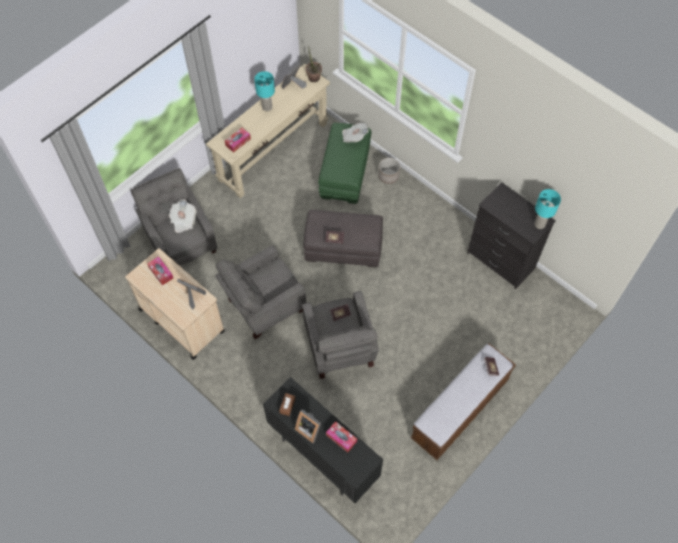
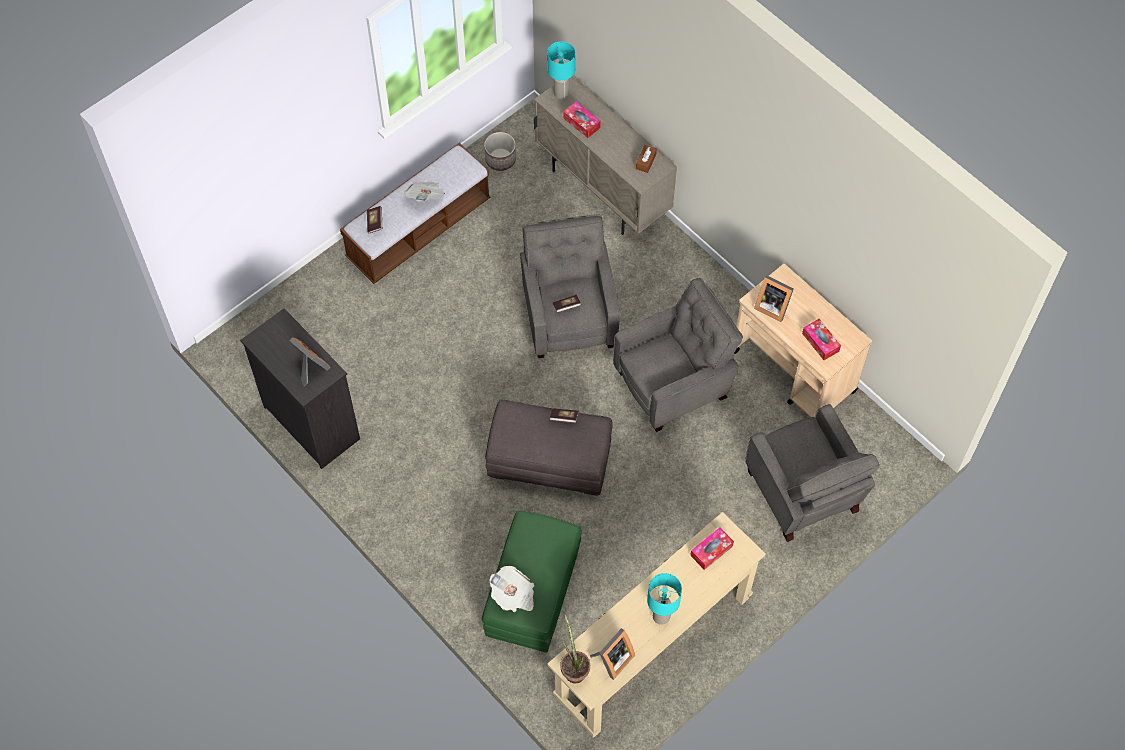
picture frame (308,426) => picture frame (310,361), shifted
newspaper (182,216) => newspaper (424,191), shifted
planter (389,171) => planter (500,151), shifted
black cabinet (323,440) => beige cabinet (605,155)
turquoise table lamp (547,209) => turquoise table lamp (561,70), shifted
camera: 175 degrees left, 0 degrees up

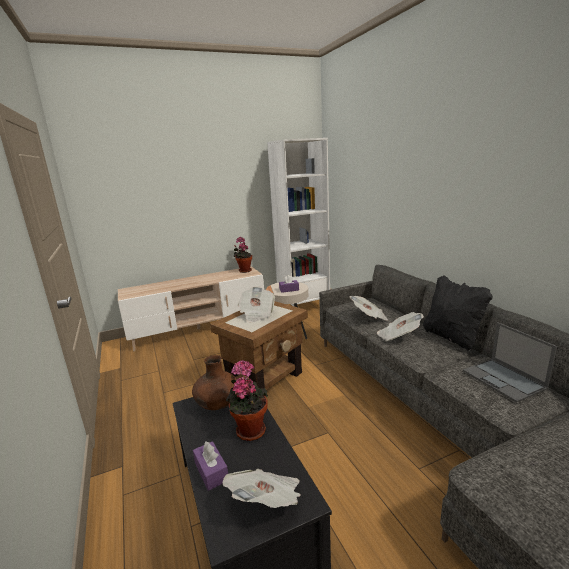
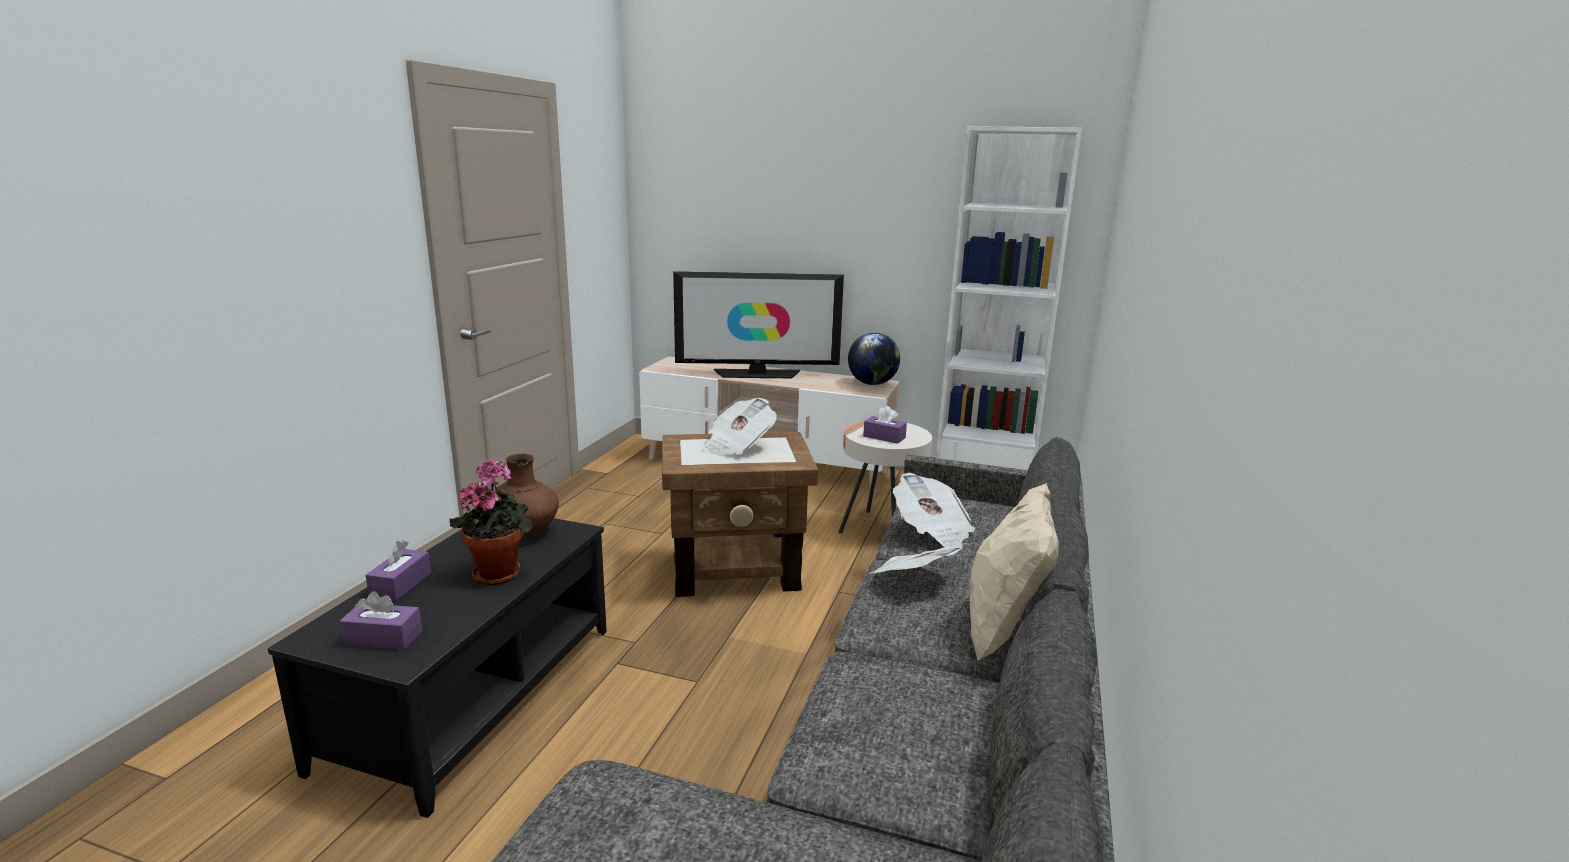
newspaper (261,488) => purple tissue box (381,620)
nothing => television (758,324)
potted plant (243,255) => globe (874,359)
black pillow (458,313) => beige pillow (1014,571)
laptop (510,362) => nothing
camera: 40 degrees right, 0 degrees up

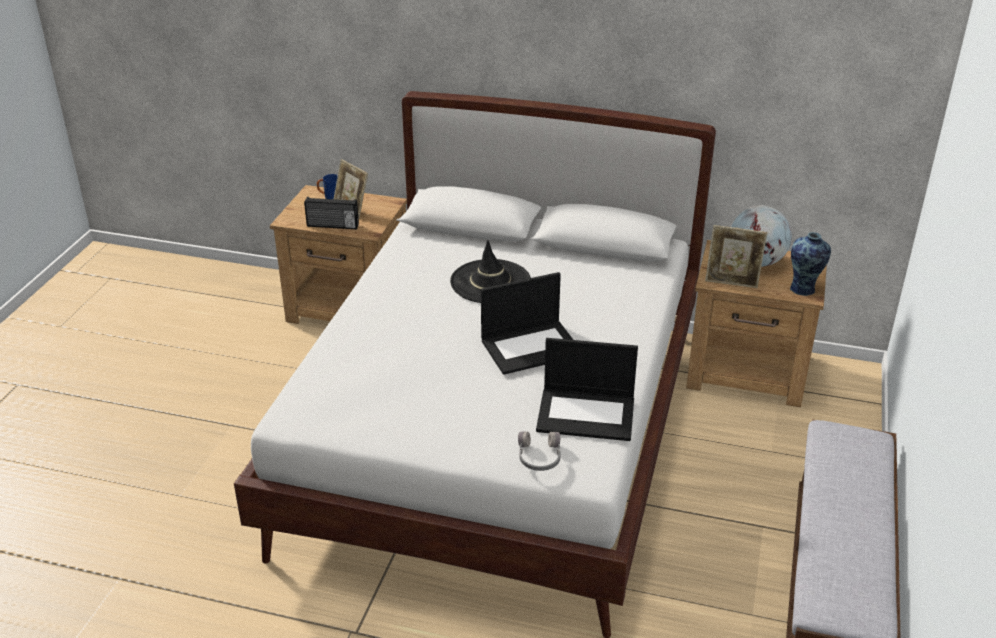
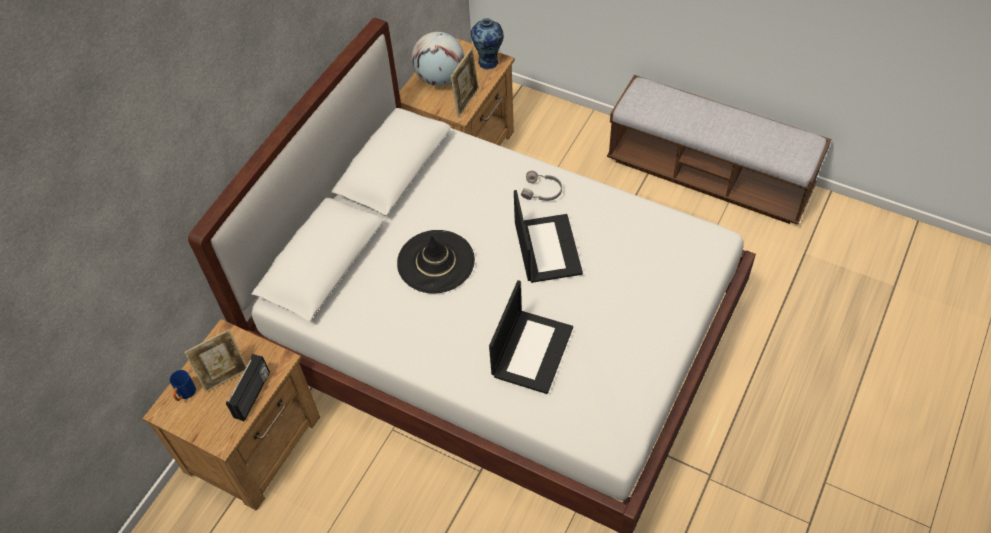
laptop (587,389) => laptop (531,337), shifted
grey headphones (539,451) => grey headphones (541,186), shifted
camera: 75 degrees left, 20 degrees up

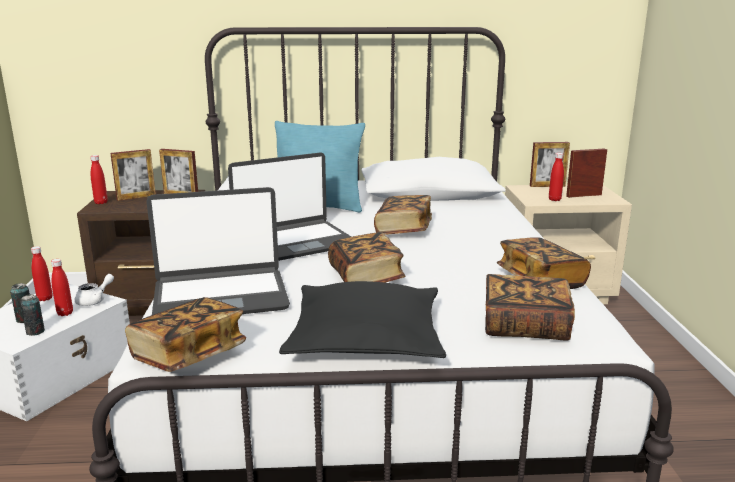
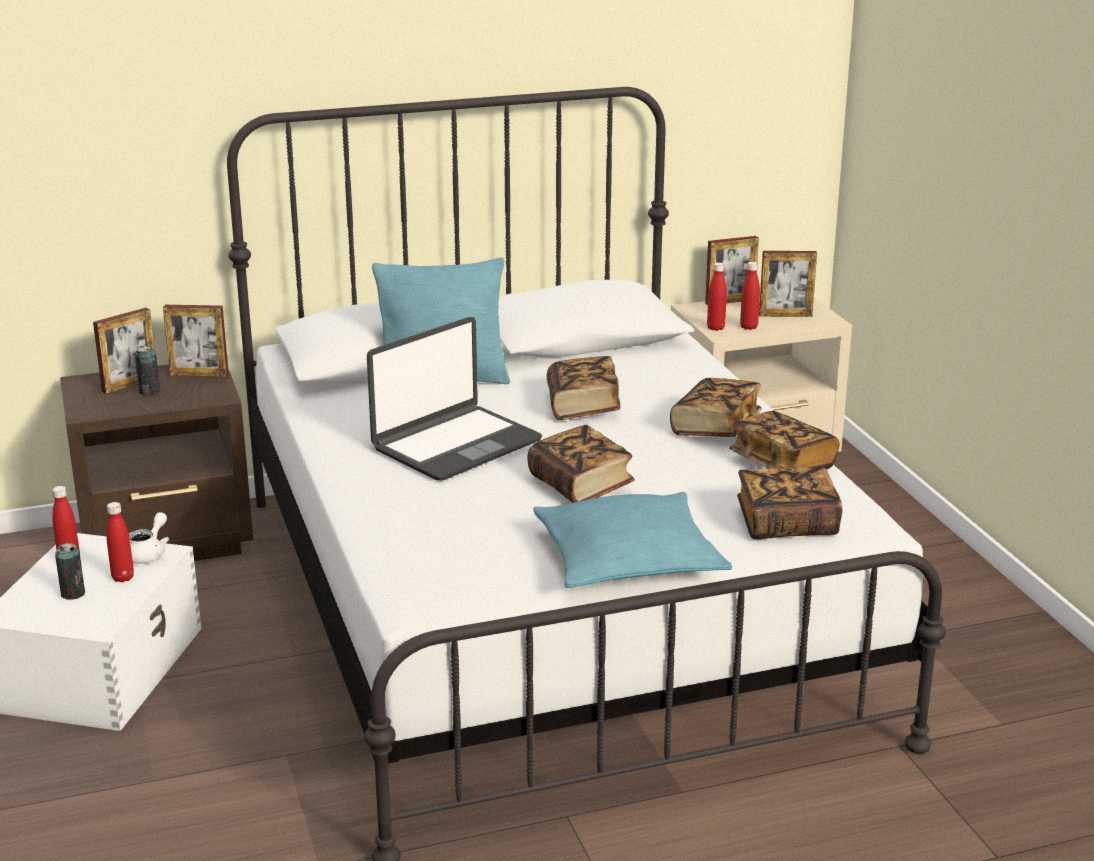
can (32,315) => can (147,371), shifted
black pillow (362,319) => turquoise pillow (632,540)
book (185,334) => book (716,407), shifted
red bottle (99,179) => red bottle (717,297), shifted
picture frame (586,173) => picture frame (788,284), 150 degrees counterclockwise
laptop (218,251) => nothing
camera: 15 degrees left, 5 degrees up

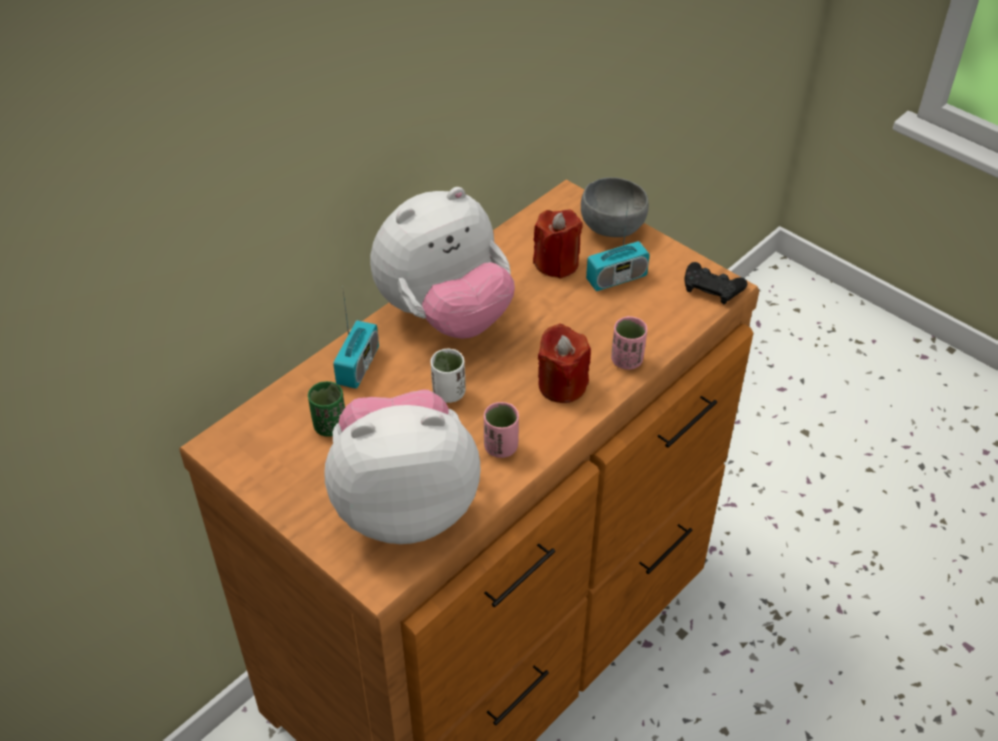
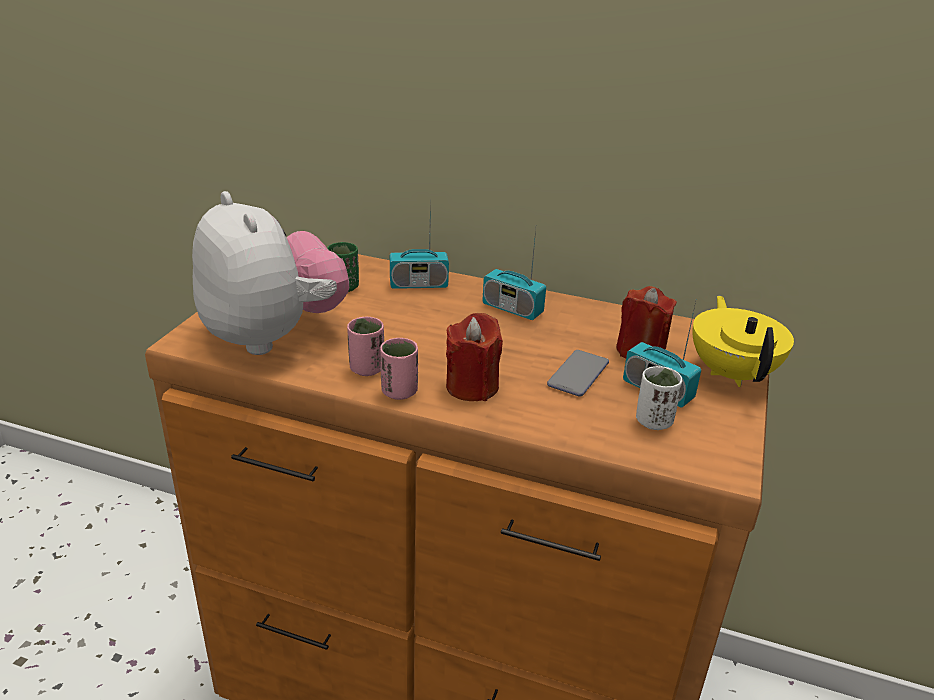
pink cup (629,343) => pink cup (399,369), shifted
plush toy (442,263) => radio (514,274)
nothing => phone (578,373)
white cup (448,376) => white cup (659,398), shifted
grey bowl (615,207) => yellow teapot (743,341)
black game controller (716,283) => nothing
camera: 65 degrees right, 15 degrees down

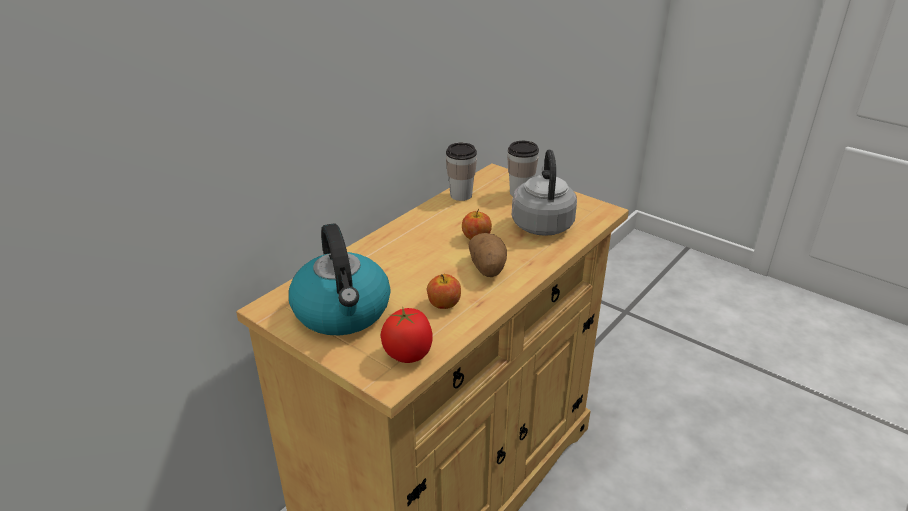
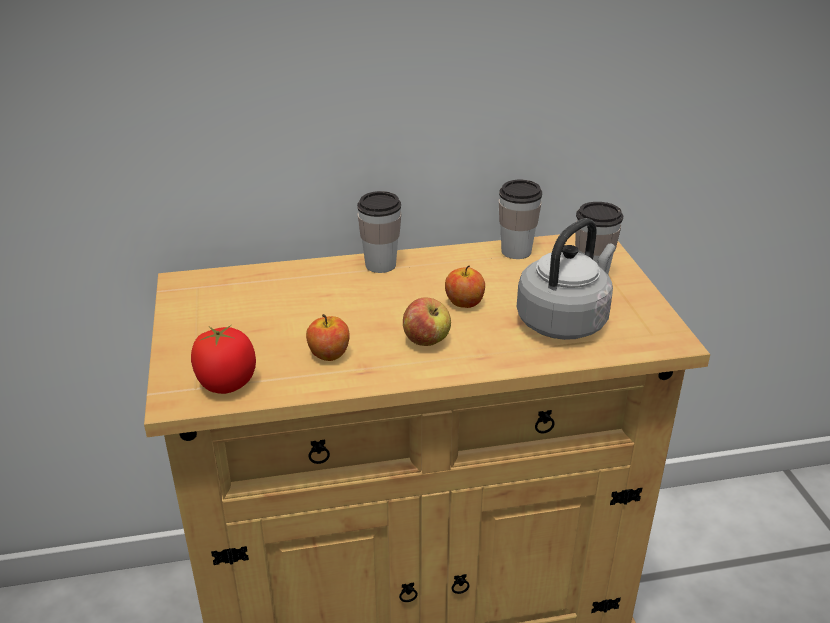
nothing => cup (379,232)
potato (488,255) => apple (427,321)
kettle (339,279) => nothing
camera: 40 degrees right, 0 degrees up

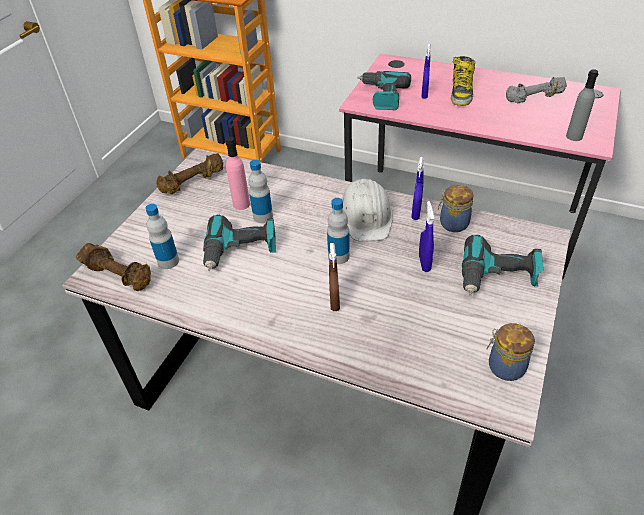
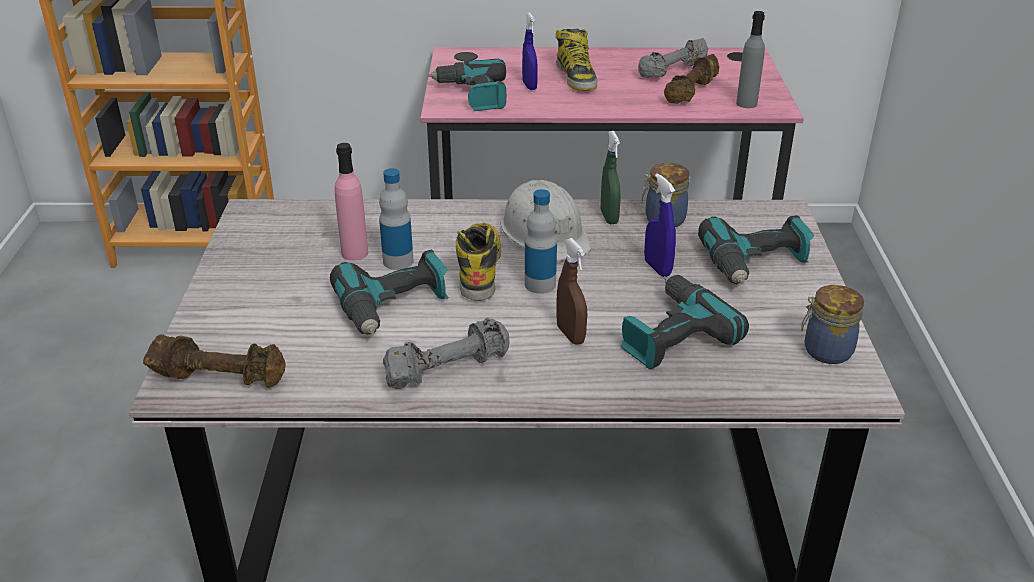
nothing => grey dumbbell (446,353)
nothing => boot (478,262)
blue spray bottle (417,188) => green spray bottle (611,177)
nothing => power drill (685,322)
brown dumbbell (189,173) => brown dumbbell (691,79), shifted
bottle (162,236) => nothing
camera: 25 degrees left, 10 degrees down

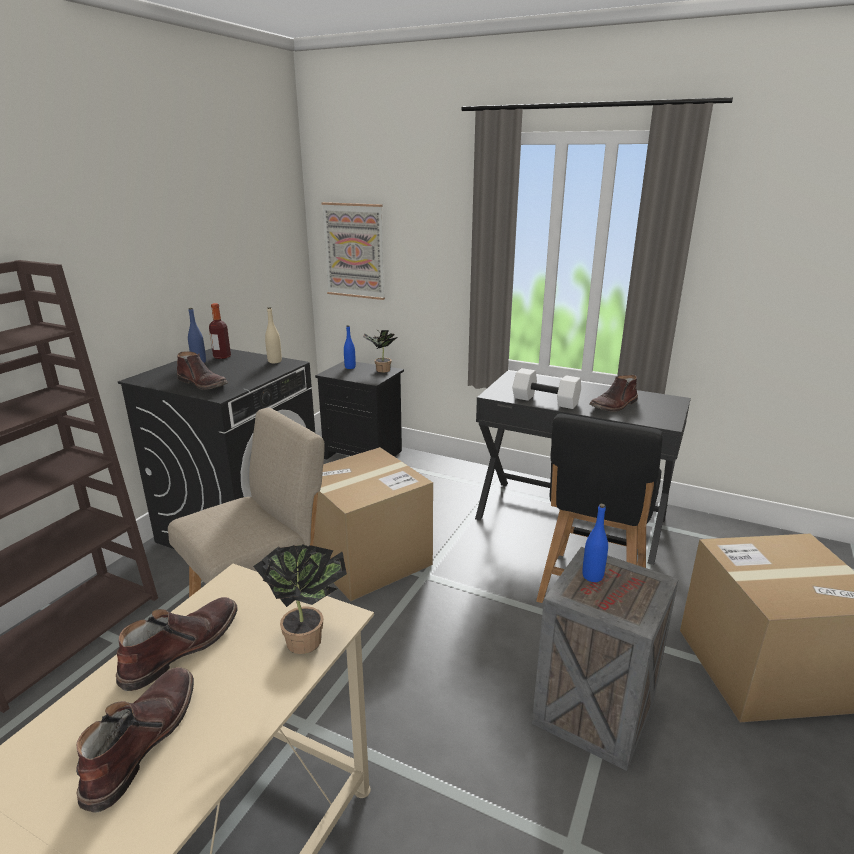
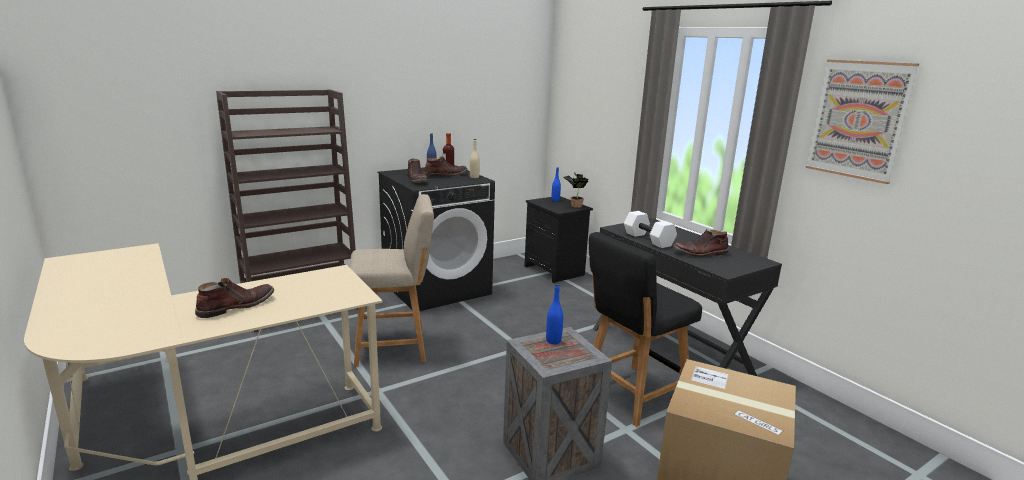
brown boot (176,644) => brown boot (446,167), shifted
picture (353,251) => picture (862,121), shifted
potted plant (300,599) => nothing
cardboard box (373,524) => nothing
camera: 30 degrees right, 5 degrees down

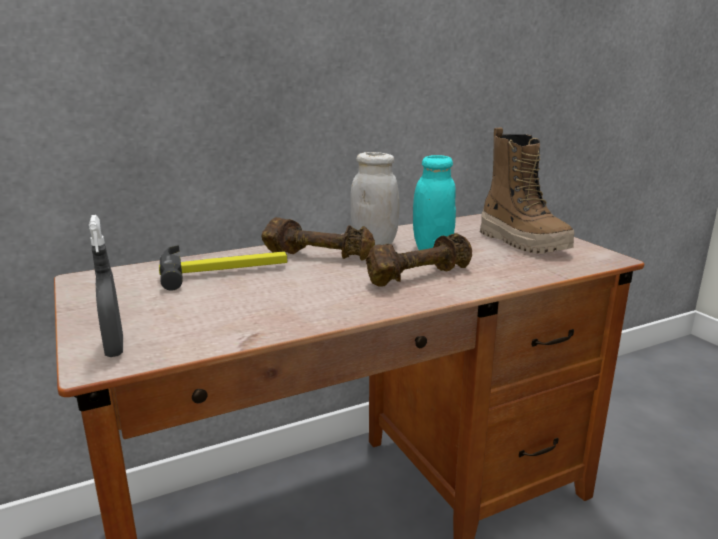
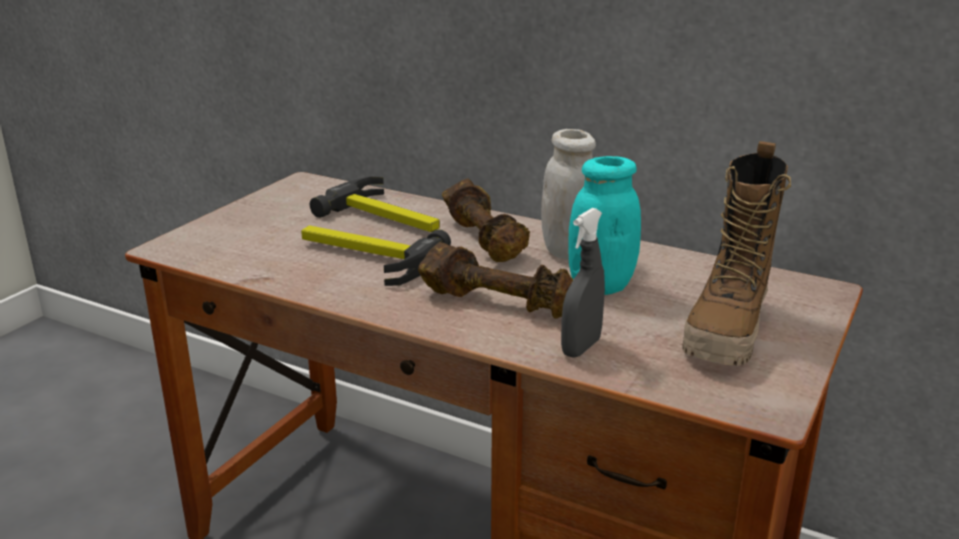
nothing => hammer (376,255)
grey spray bottle (106,286) => grey spray bottle (583,283), shifted
camera: 55 degrees right, 5 degrees up

